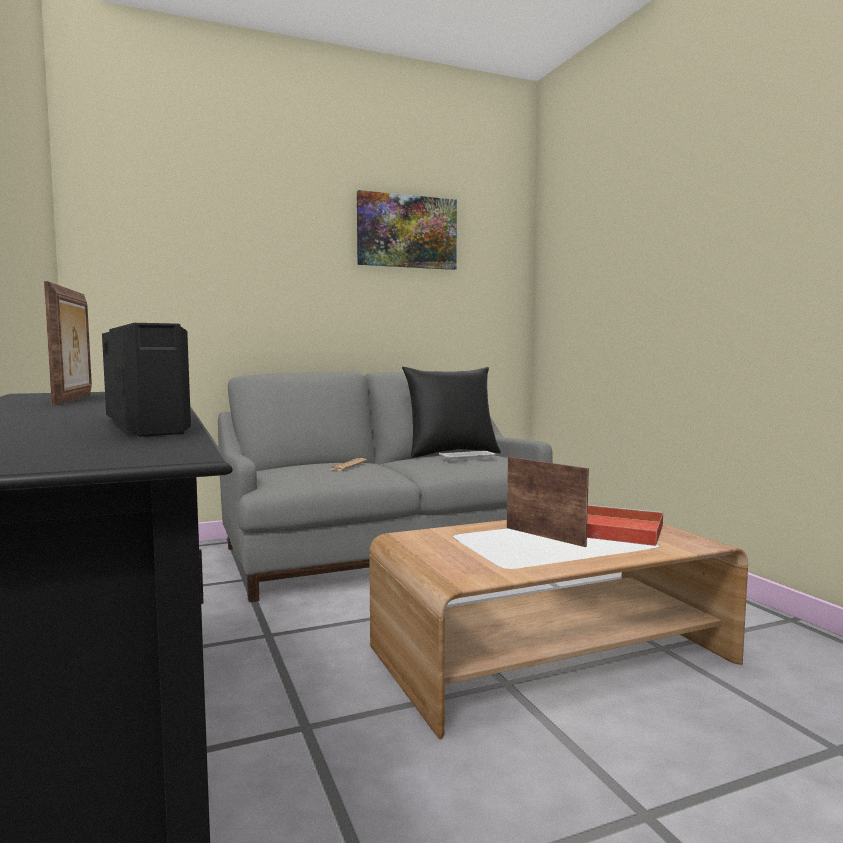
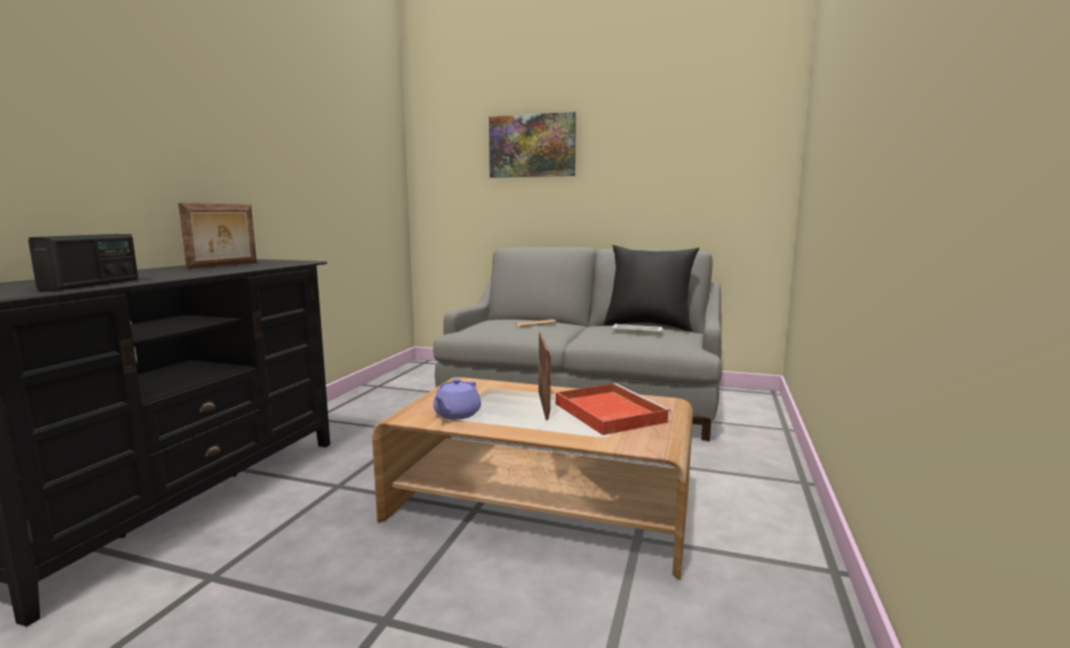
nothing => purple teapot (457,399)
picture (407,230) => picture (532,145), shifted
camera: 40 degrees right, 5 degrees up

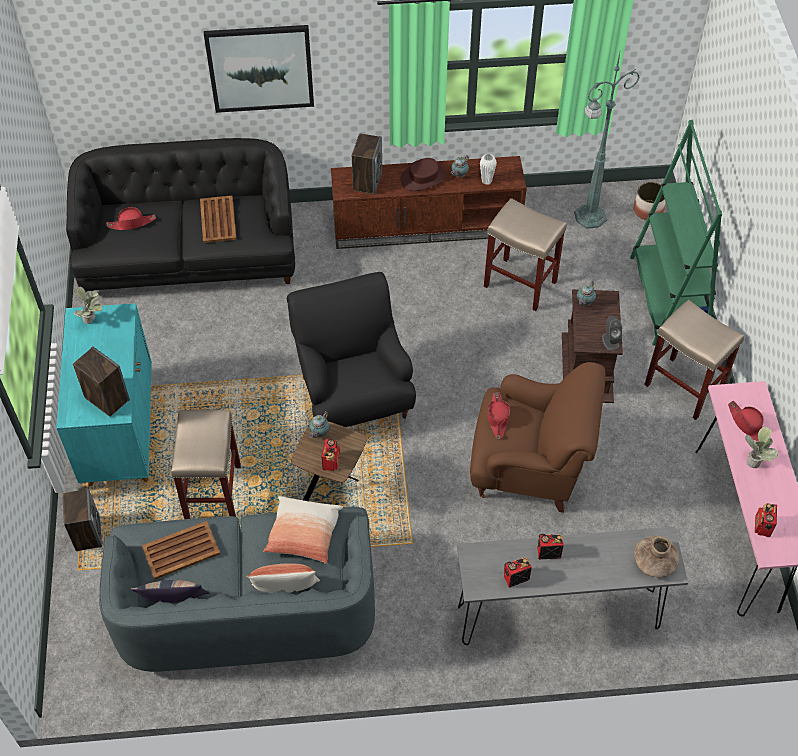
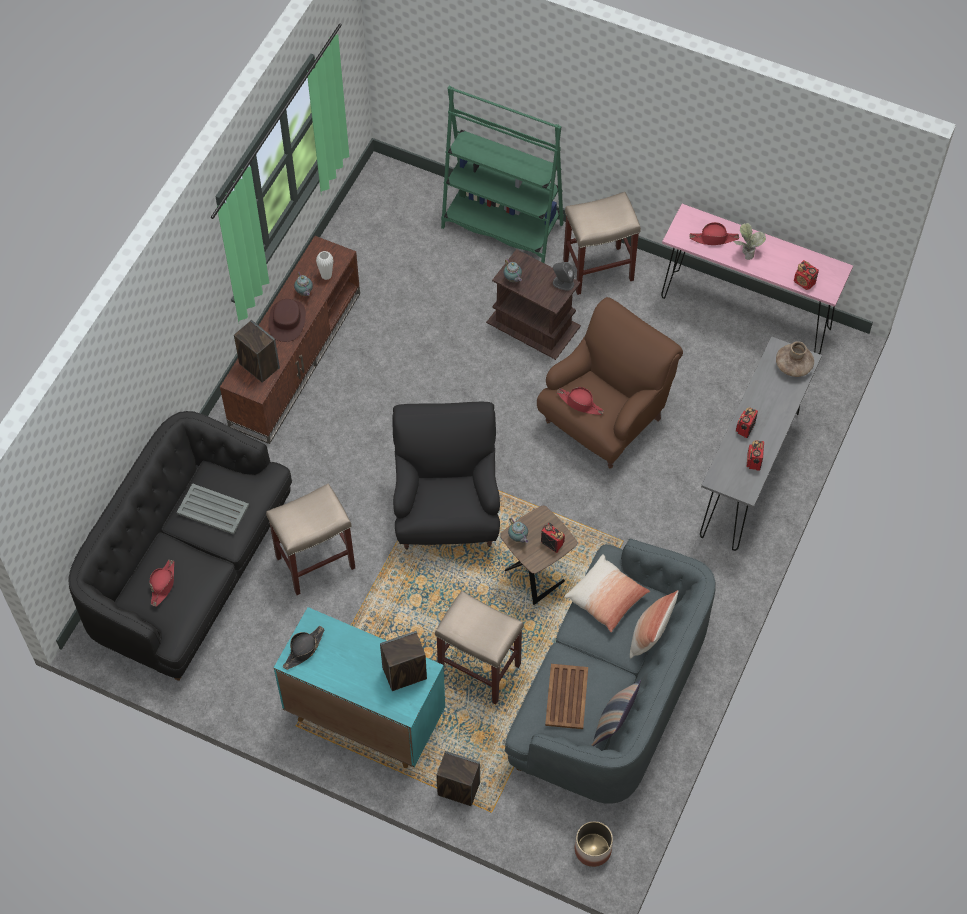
brown tray (218,219) => grey tray (213,509)
beige stool (525,254) => beige stool (310,539), shifted
potted plant (88,305) => black hat (304,648)
black armchair (351,349) => black armchair (446,476), 75 degrees clockwise
planter (650,201) => planter (594,844), shifted
picture (259,69) => nothing
green floor lamp (607,141) => nothing
camera: 60 degrees left, 5 degrees up

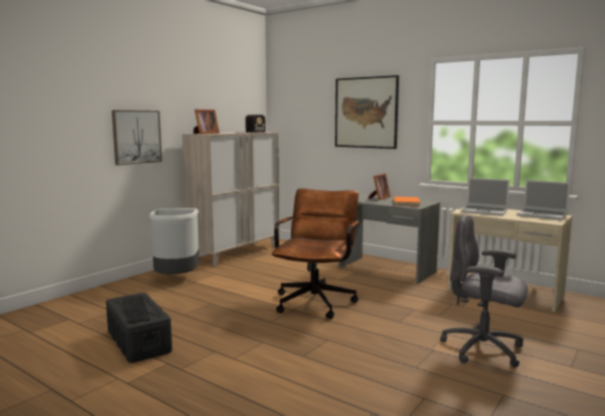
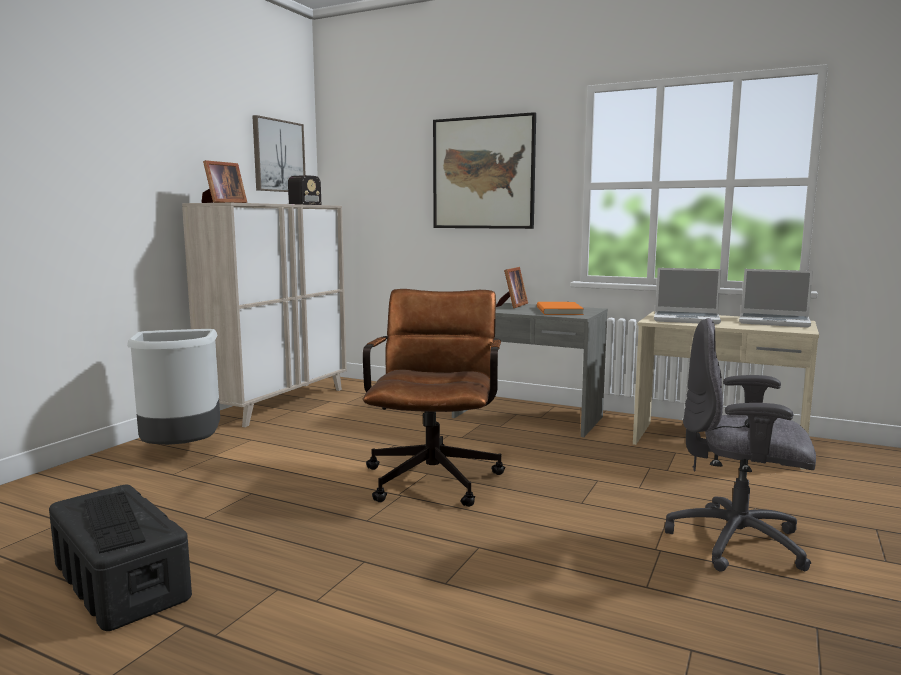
picture (137,137) => picture (279,153), shifted
camera: 10 degrees left, 0 degrees up

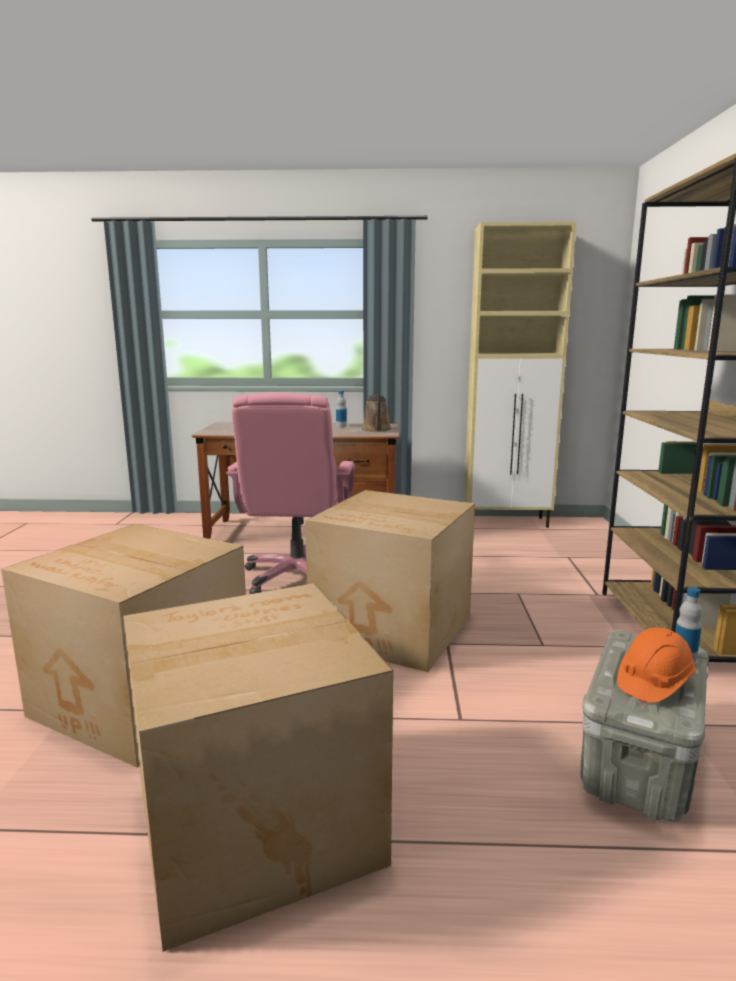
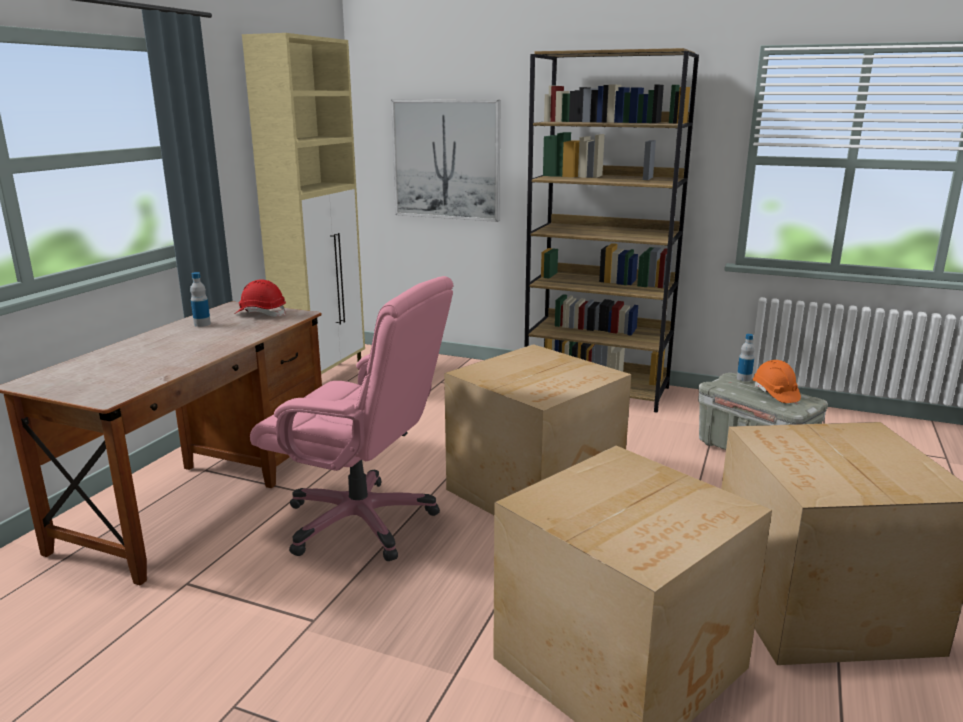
brown watering can (377,413) => red hard hat (261,298)
nothing => picture (446,160)
camera: 70 degrees left, 5 degrees up

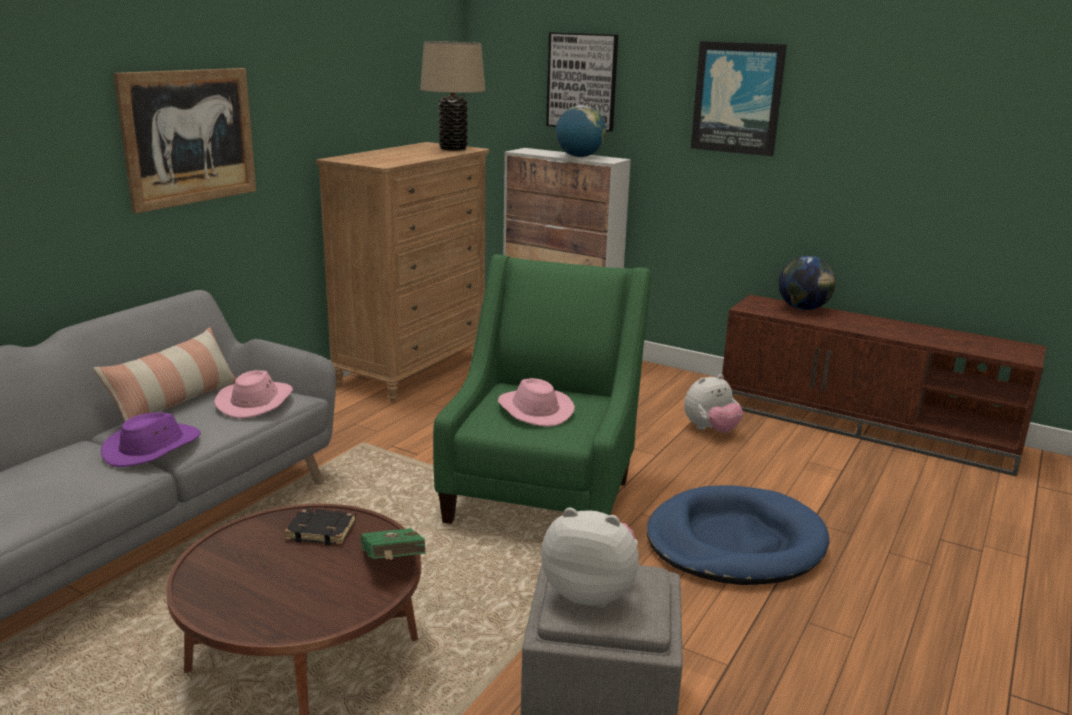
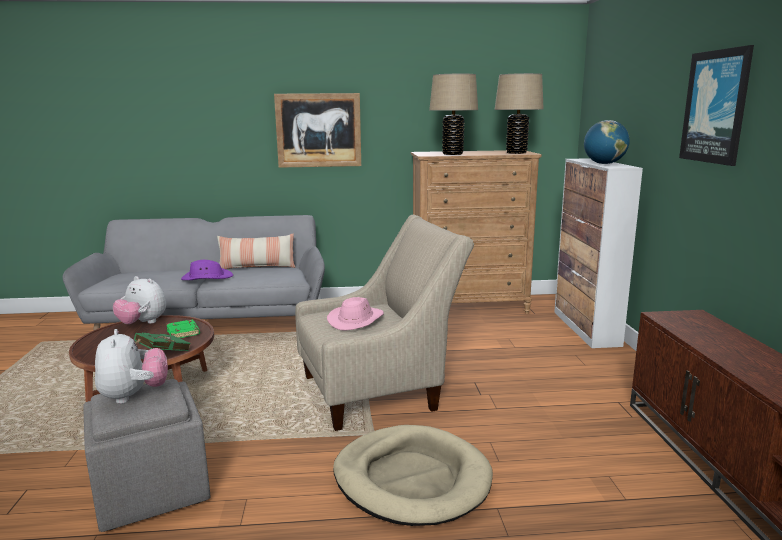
plush toy (713,403) => plush toy (139,300), shifted
black book (320,526) => green book (183,329)
green armchair (542,389) => beige armchair (384,323)
blue dog bed (738,535) => beige dog bed (413,475)
nothing => beige table lamp (453,114)
pink hat (253,394) => nothing
picture (582,82) => nothing
globe (807,283) => nothing
camera: 55 degrees right, 5 degrees down

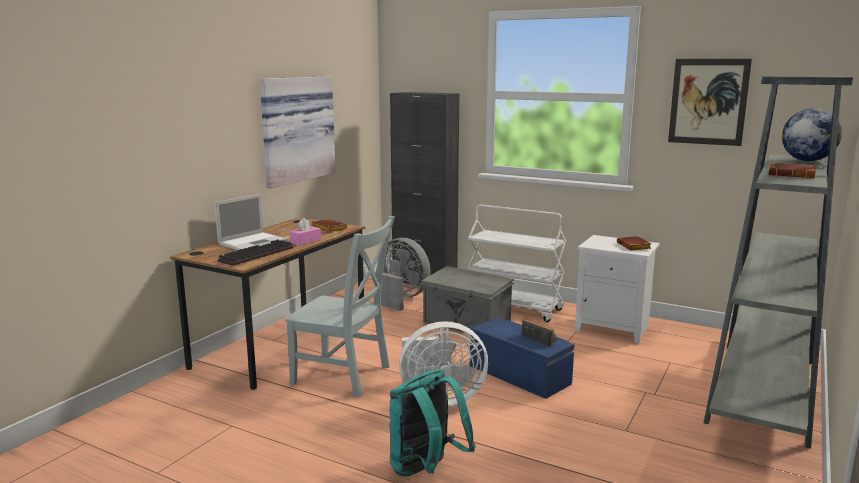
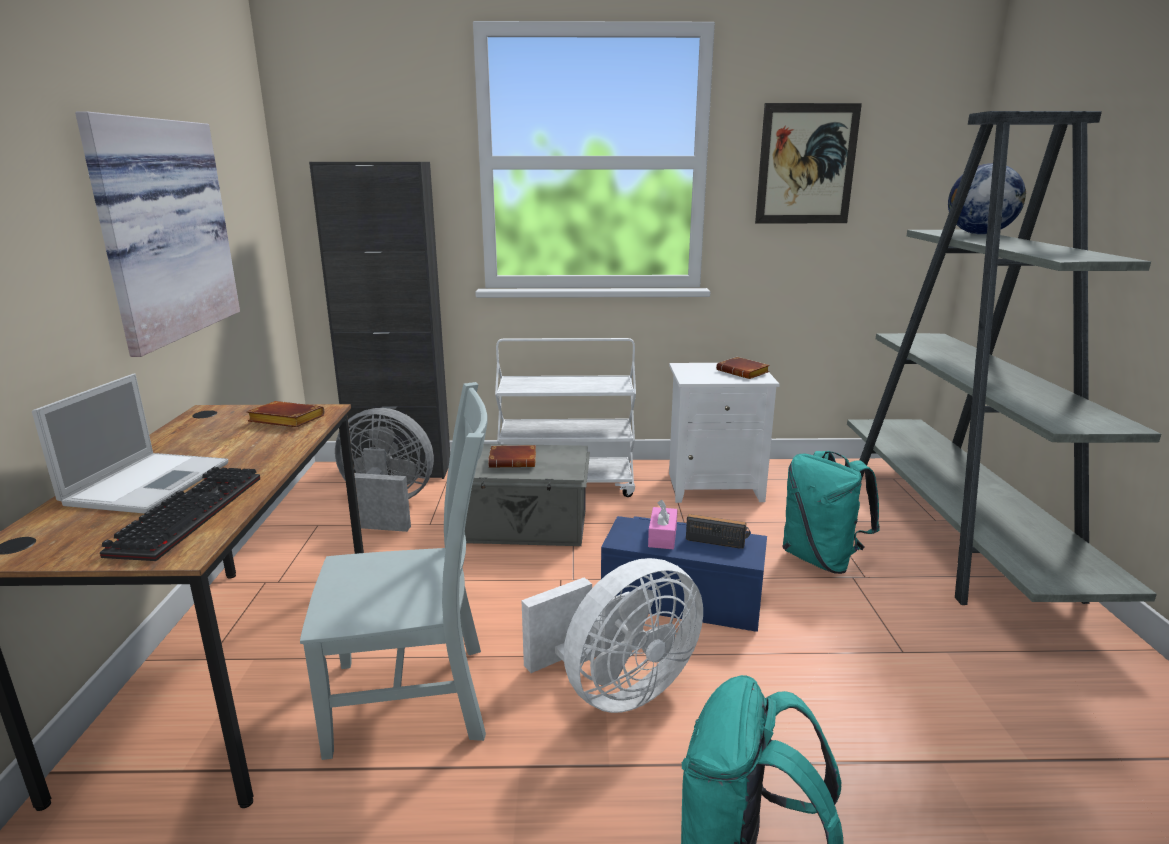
brown book (792,170) => brown book (512,456), shifted
pink tissue box (305,232) => pink tissue box (663,524), shifted
nothing => turquoise backpack (831,512)
camera: 30 degrees left, 5 degrees up

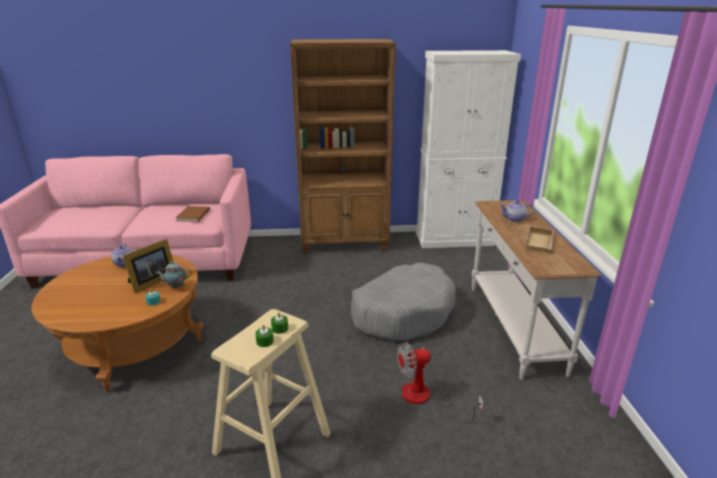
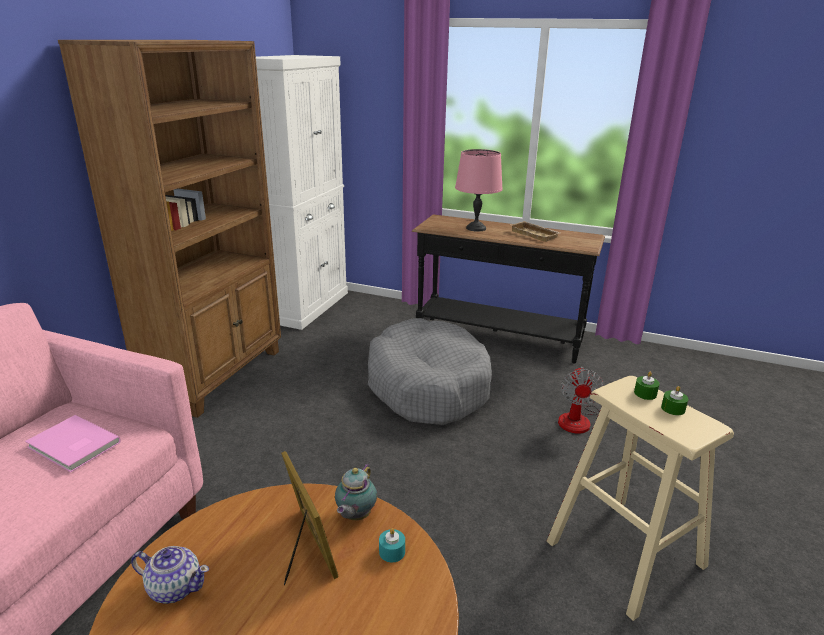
brown book (193,214) => pink book (73,443)
white console table (536,290) => black console table (508,288)
teapot (517,211) => pink table lamp (479,190)
camera: 65 degrees left, 0 degrees up

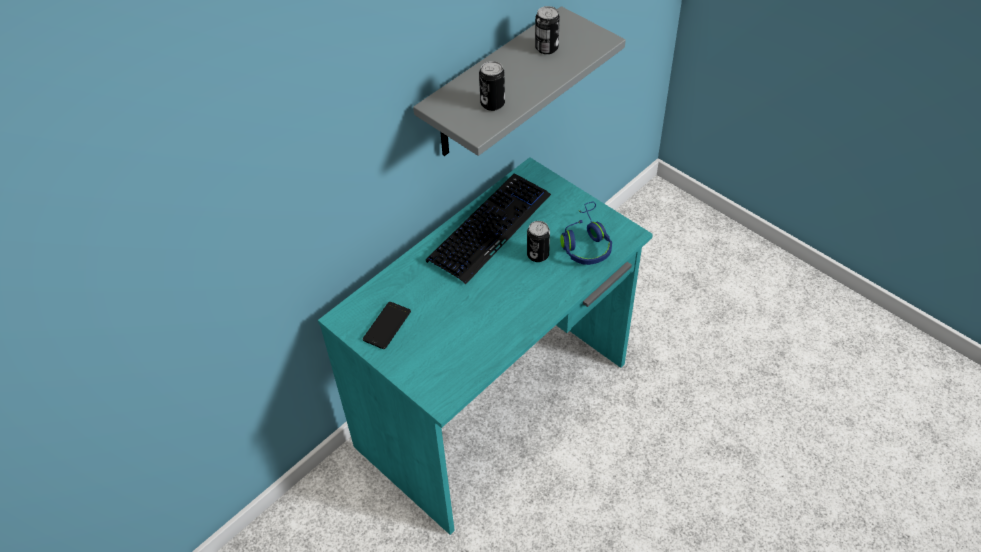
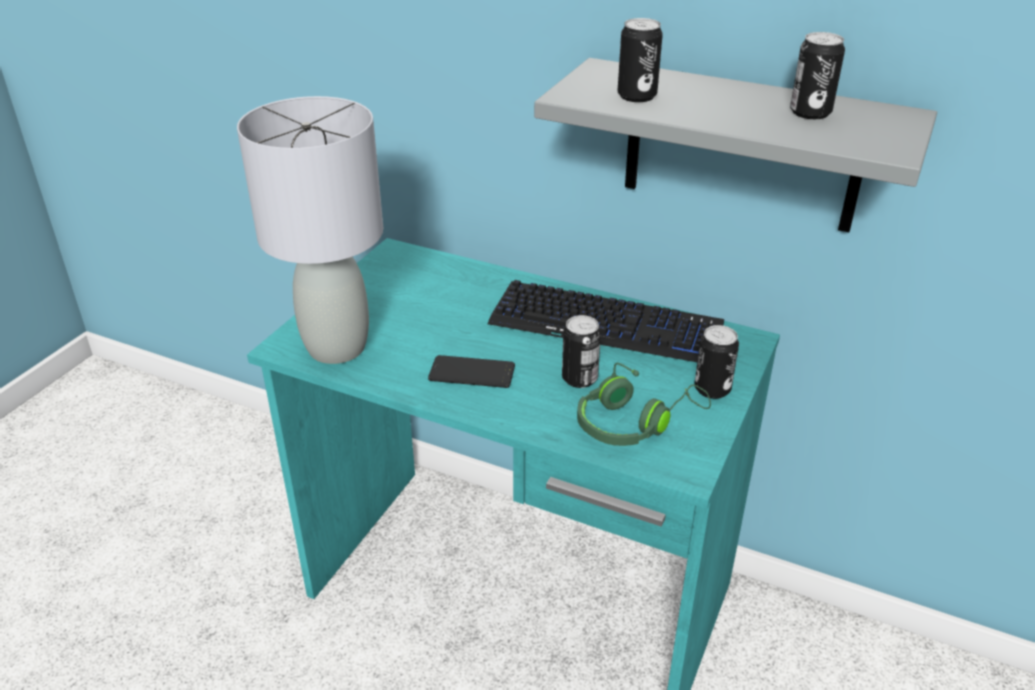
nothing => grey table lamp (310,230)
phone (387,325) => phone (471,371), shifted
blue headphones (586,233) => green headphones (644,404)
nothing => can (716,362)
camera: 70 degrees right, 15 degrees down

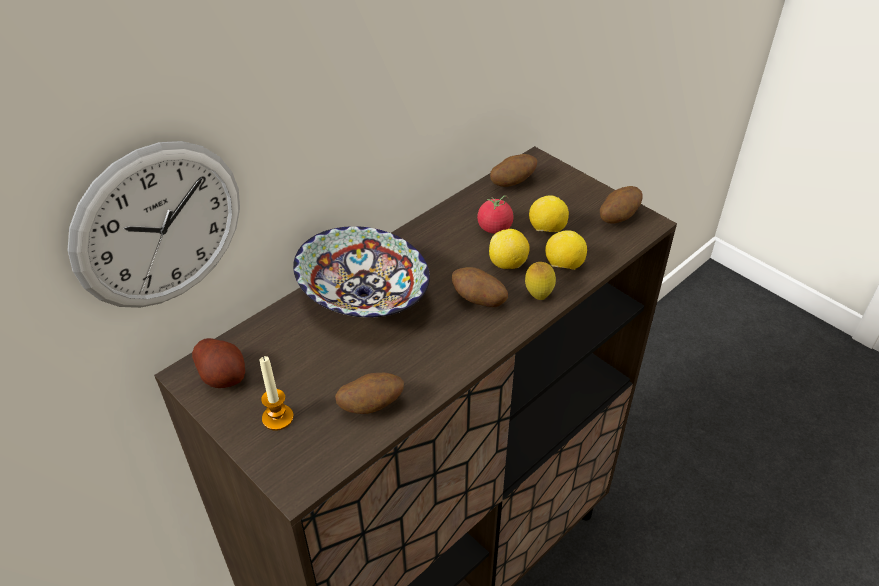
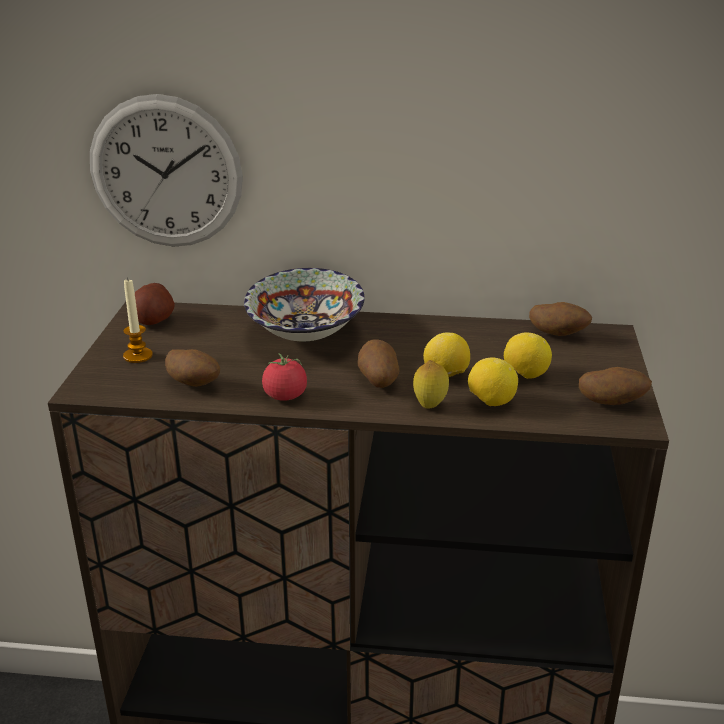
tomato (495,215) => tomato (284,377), shifted
camera: 50 degrees right, 15 degrees down

